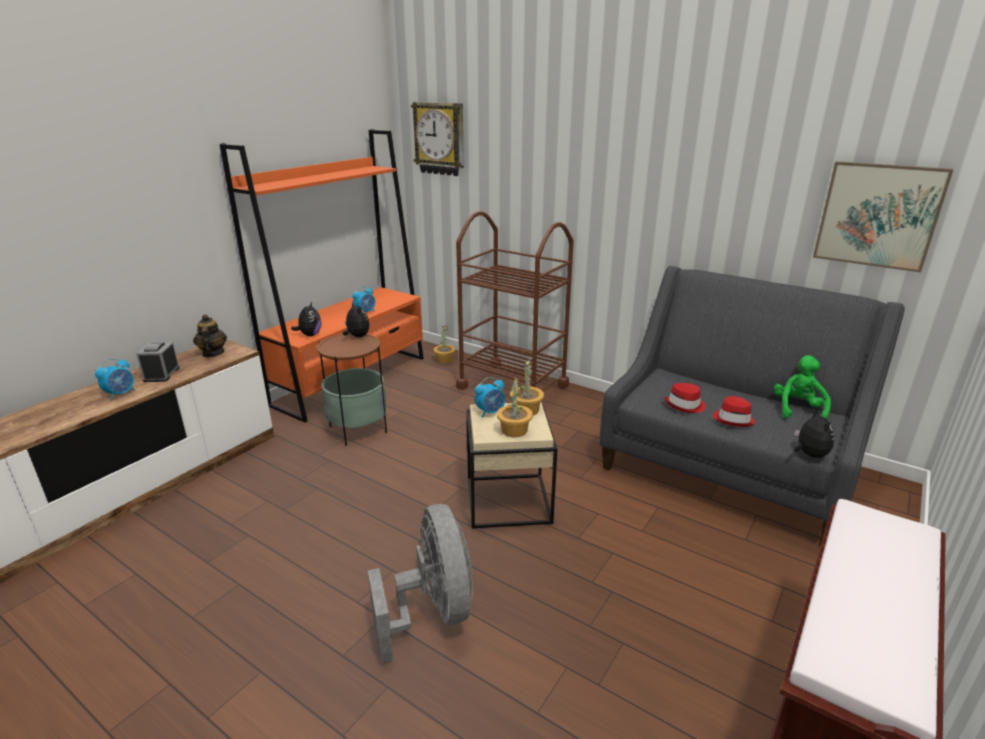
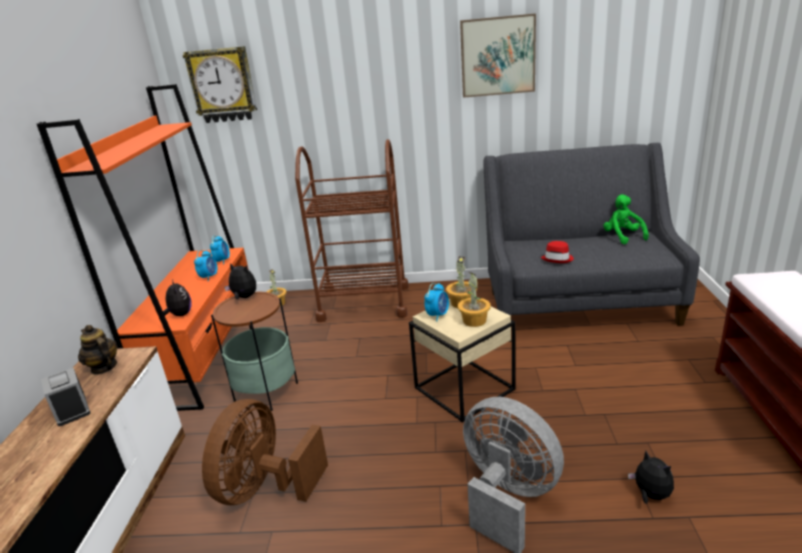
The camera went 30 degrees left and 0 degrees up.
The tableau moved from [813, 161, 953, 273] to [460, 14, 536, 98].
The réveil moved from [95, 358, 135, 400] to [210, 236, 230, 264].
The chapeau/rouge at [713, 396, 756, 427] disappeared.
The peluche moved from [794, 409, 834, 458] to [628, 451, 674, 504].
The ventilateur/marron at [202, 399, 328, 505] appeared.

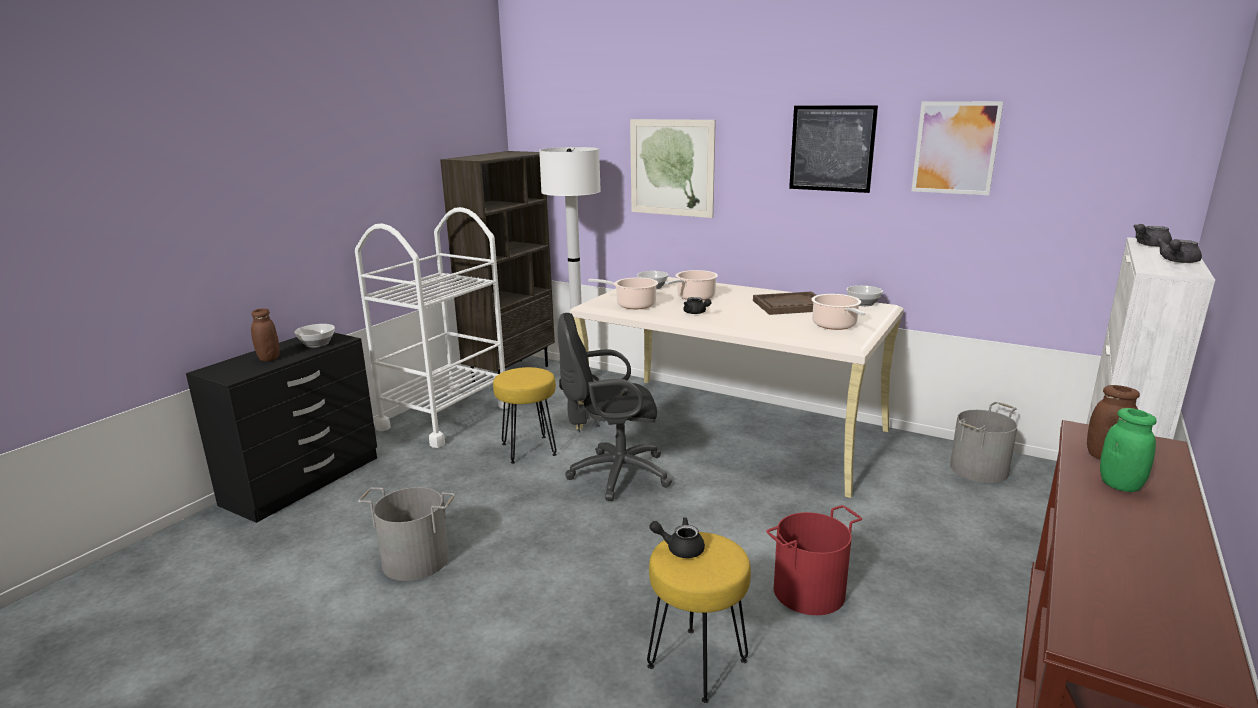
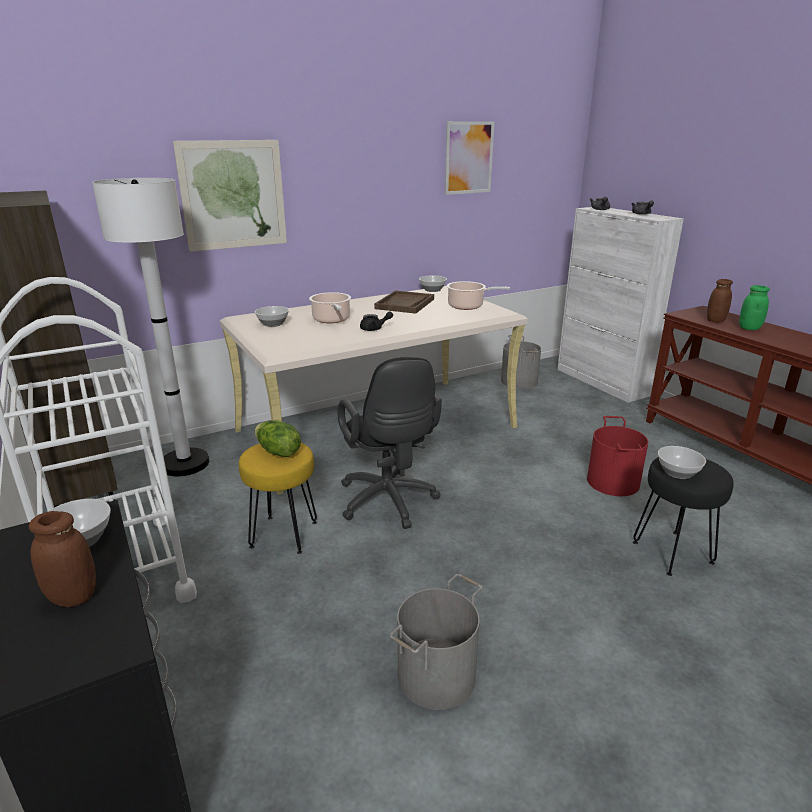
The camera went 60 degrees left and 5 degrees up.
The tableau at [789, 105, 878, 193] disappeared.
The marmite at [588, 278, 658, 309] disappeared.
The chaise de bureau/noir at [557, 313, 672, 501] turned 45 degrees counterclockwise.
The théière/noir at [649, 517, 705, 558] was replaced by the bol at [658, 446, 706, 479].
The tabouret/jaune at [647, 532, 751, 703] became the tabouret/noir at [633, 457, 733, 576].
The laitue at [255, 420, 301, 457] appeared.

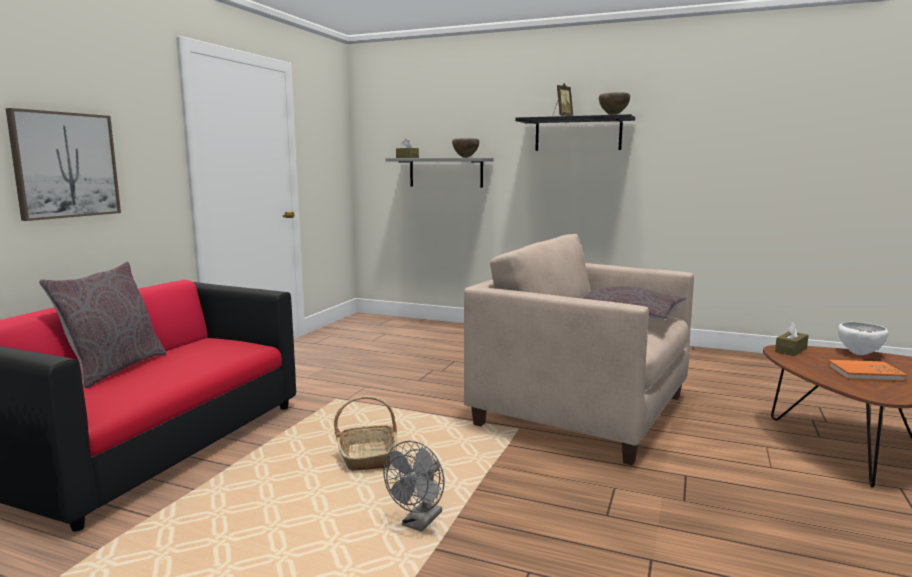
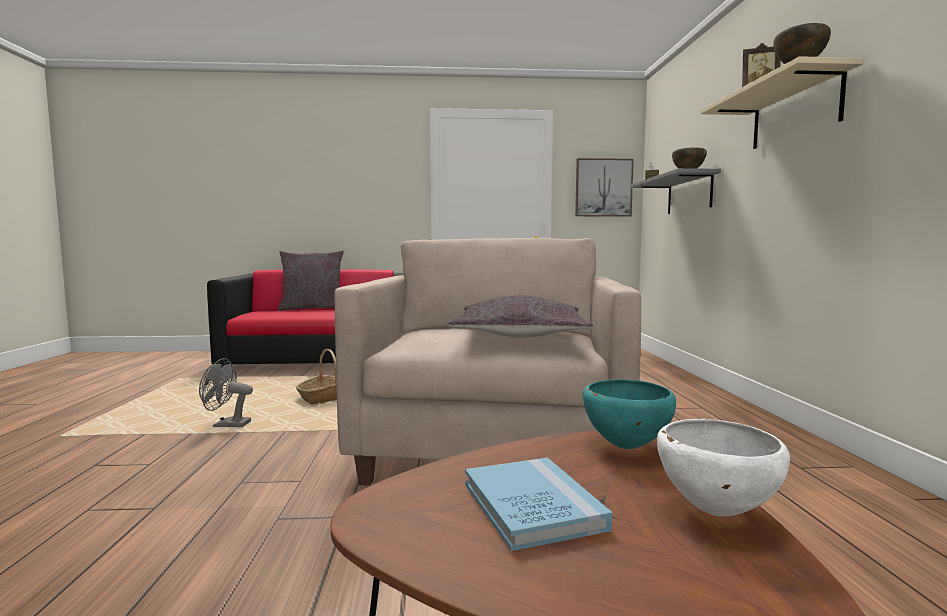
The camera went 65 degrees right and 5 degrees down.
The tableau moved from [5, 108, 121, 221] to [575, 158, 634, 217].
The étagère/noir at [515, 114, 635, 151] became the étagère/beige at [700, 56, 864, 149].
The boîte à mouchoirs/marron at [775, 322, 809, 356] was replaced by the bol/turquoise at [583, 379, 676, 449].
The livre/orange at [828, 360, 907, 382] became the livre/bleu at [465, 458, 612, 551].

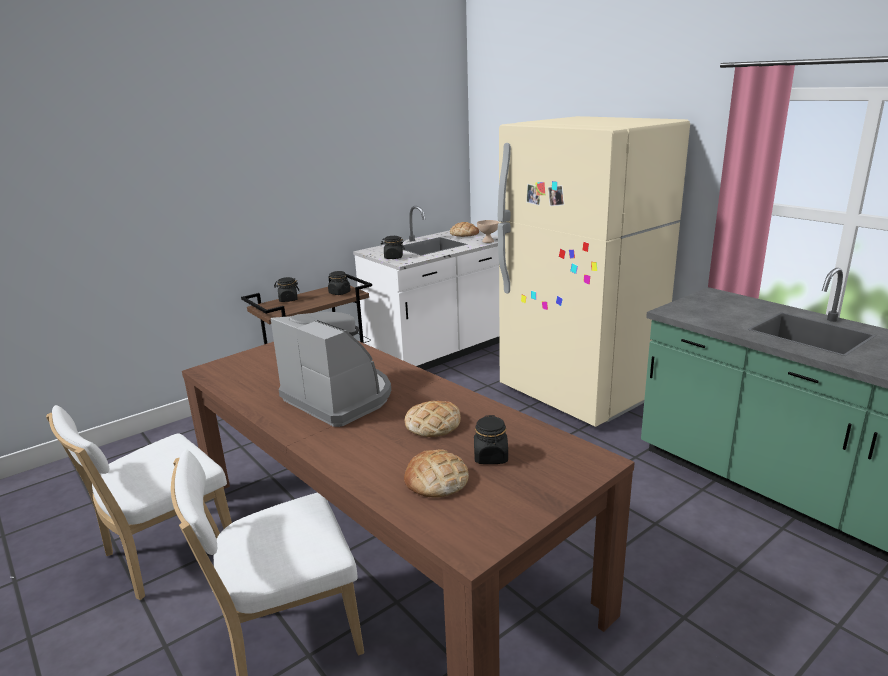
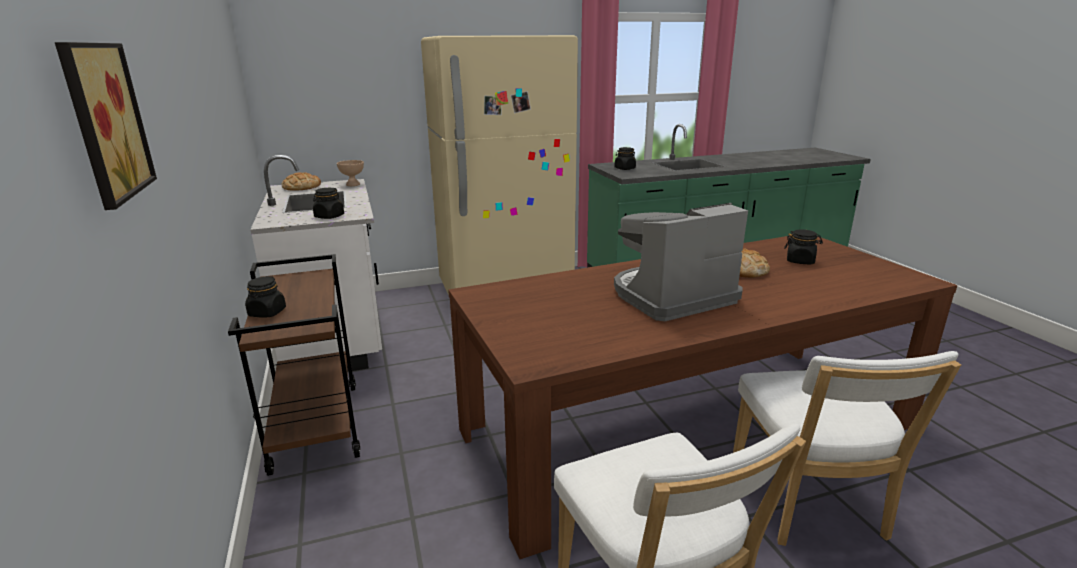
The camera went 70 degrees left and 0 degrees up.
The bocal/noir moved from [328, 271, 351, 295] to [614, 147, 636, 170].
The pain at [404, 449, 469, 498] disappeared.
The tableau at [55, 42, 157, 210] appeared.

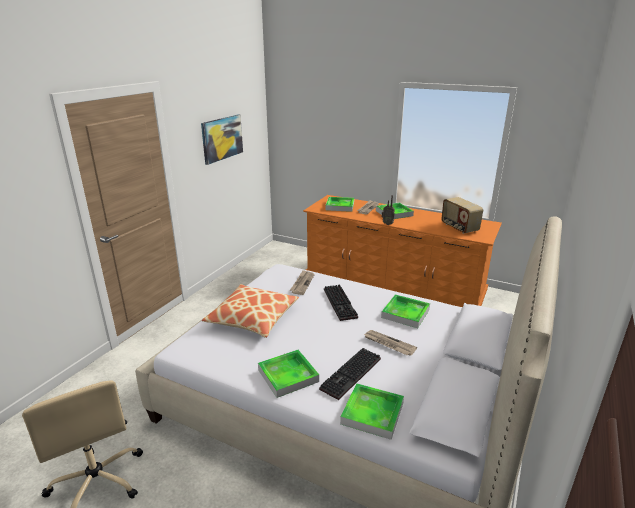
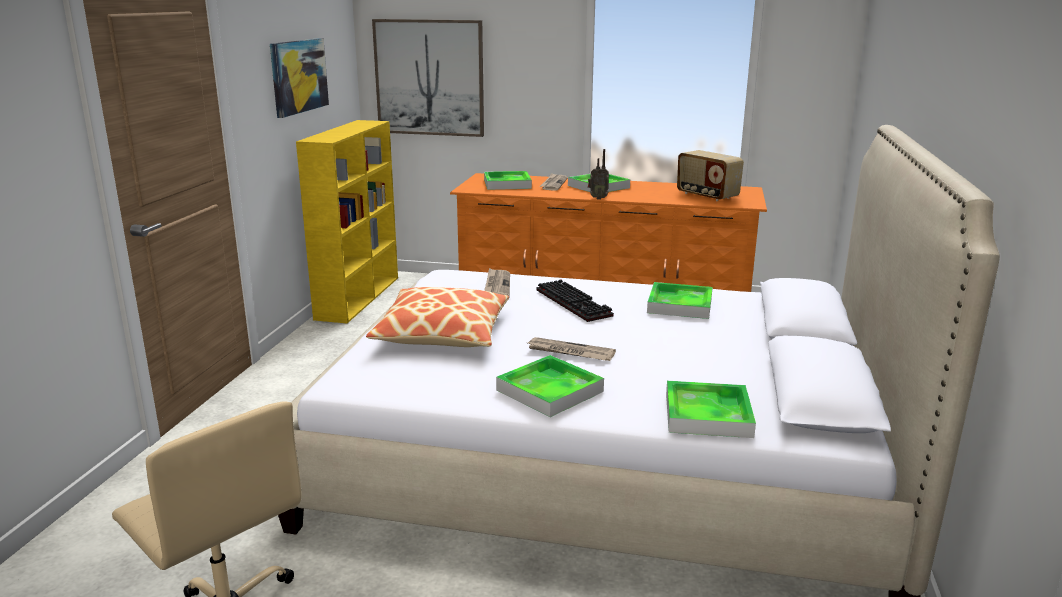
The camera went 15 degrees left and 5 degrees down.
The journal moved from [363, 330, 417, 356] to [528, 337, 616, 361].
The clavier at [319, 348, 381, 400] disappeared.
The tableau at [372, 19, 484, 137] appeared.
The bibliothèque/jaune at [296, 120, 398, 323] appeared.

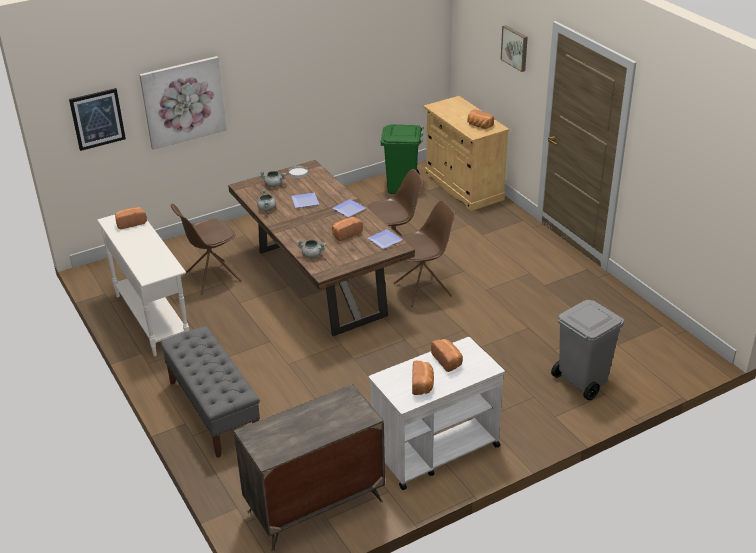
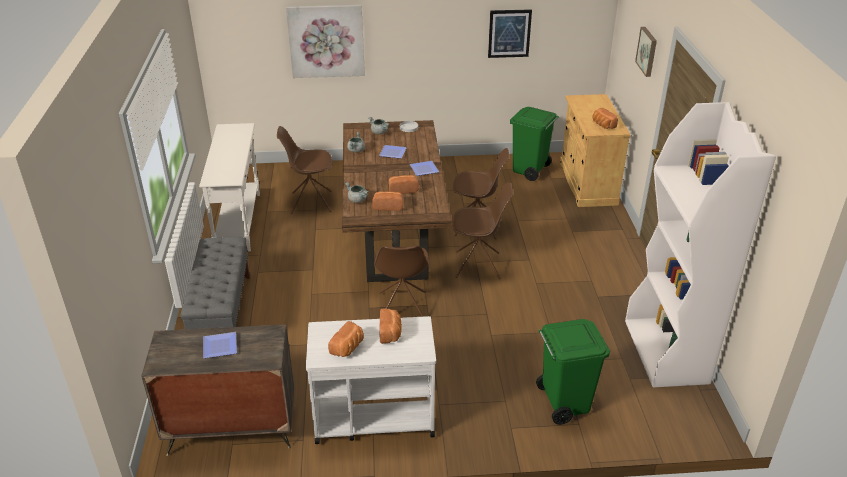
The camera went 25 degrees right and 0 degrees up.
The tableau moved from [69, 88, 126, 151] to [488, 9, 532, 58].
The pain moved from [115, 207, 147, 229] to [372, 191, 403, 211].
The assiette moved from [368, 229, 403, 249] to [203, 332, 237, 358].
The poubelle/gris at [551, 300, 624, 400] became the poubelle/vert at [536, 319, 610, 425].
The bibliothèque/blanc at [625, 102, 776, 387] appeared.
The chaise/marron at [374, 246, 429, 317] appeared.

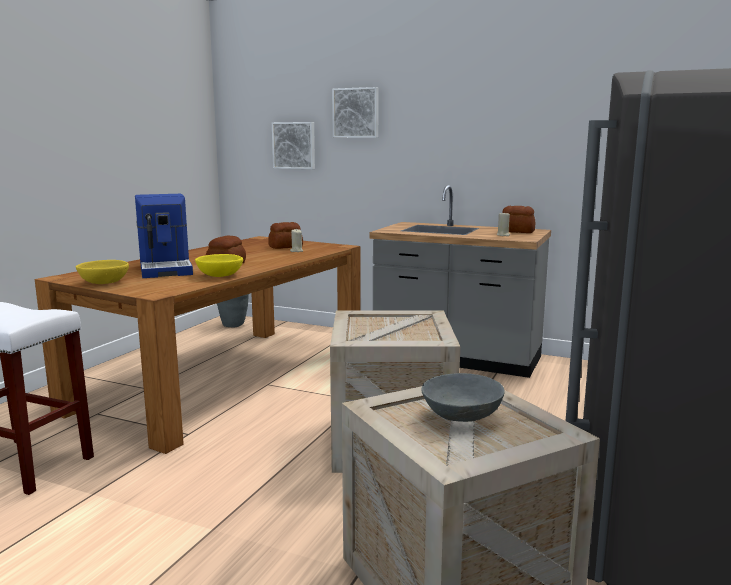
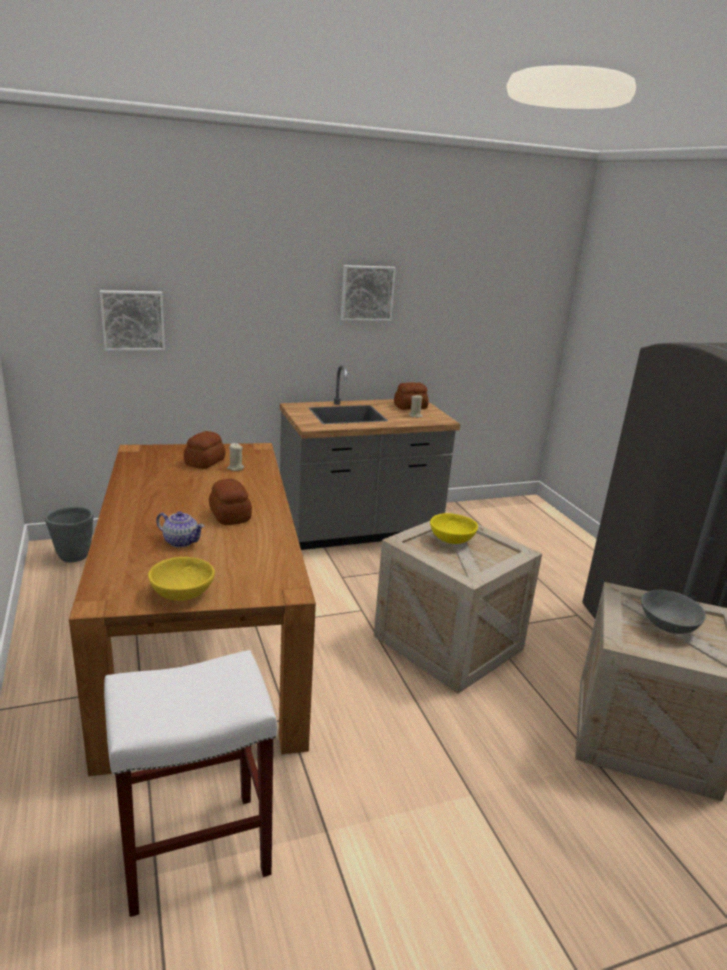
The camera went 45 degrees left and 10 degrees up.
The tableau moved from [332, 87, 379, 138] to [341, 265, 396, 321].
The machine à café at [135, 194, 193, 278] was replaced by the théière at [156, 511, 204, 548].
The bol/jaune moved from [195, 254, 243, 277] to [430, 513, 478, 544].

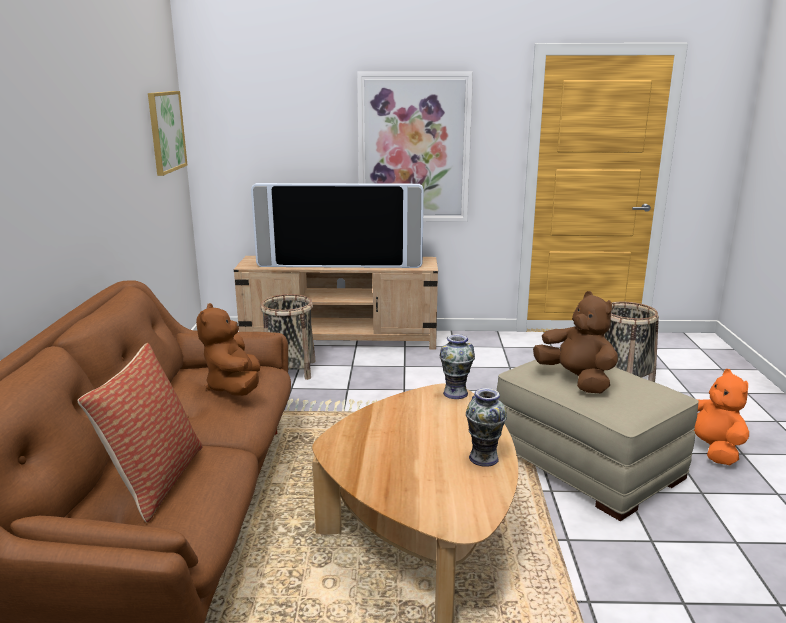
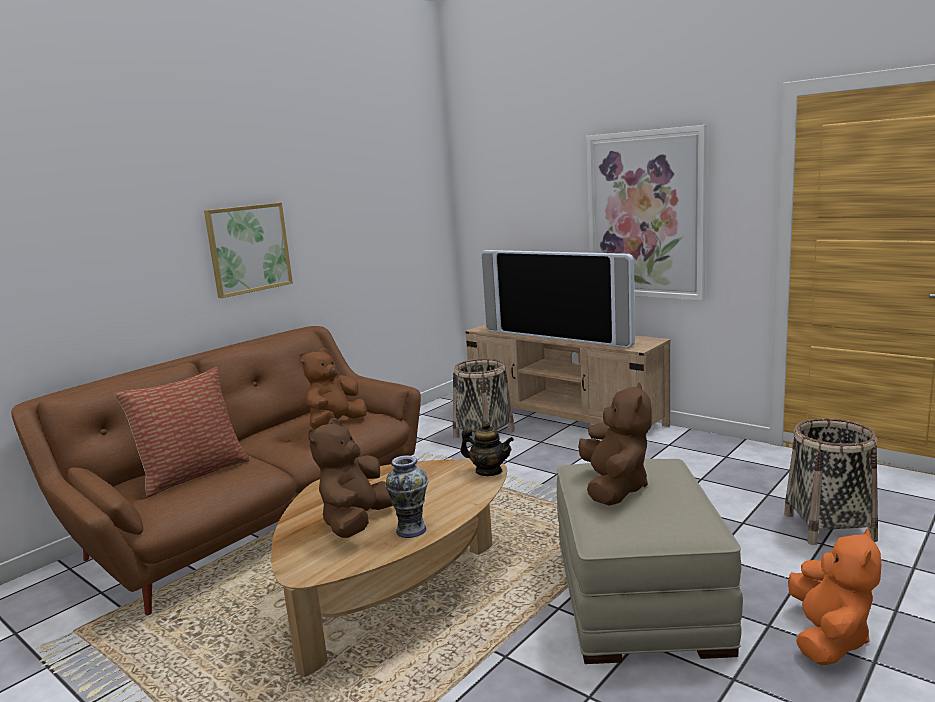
The camera went 40 degrees right and 5 degrees down.
The tableau moved from [148, 91, 187, 176] to [204, 203, 293, 298].
The vase at [440, 334, 475, 399] was replaced by the théière at [461, 421, 514, 476].
The peluche/marron at [308, 418, 393, 538] appeared.

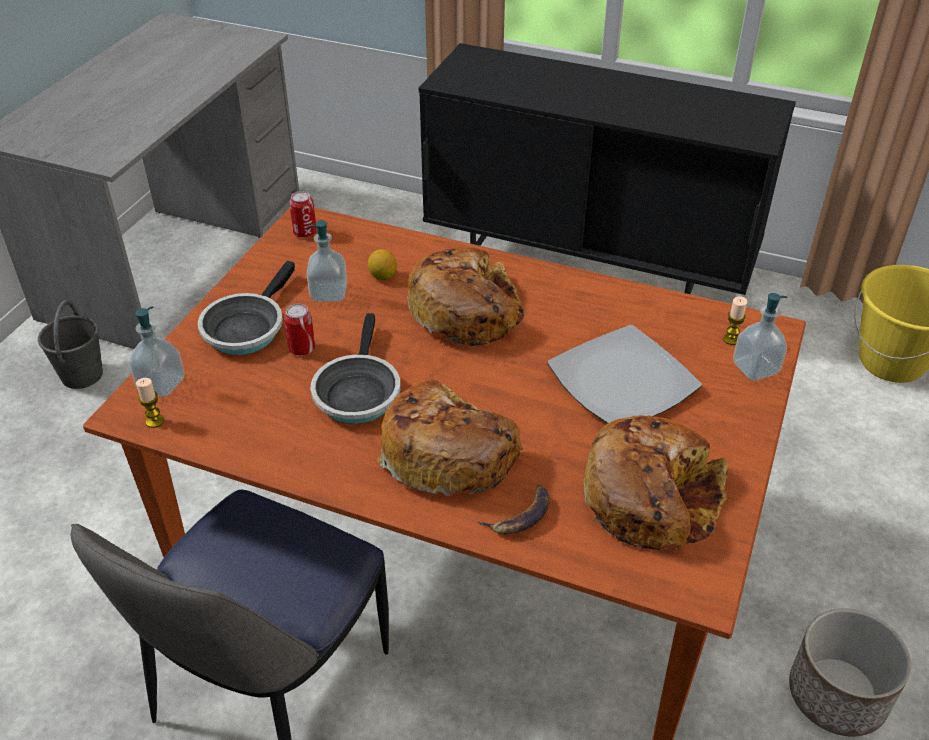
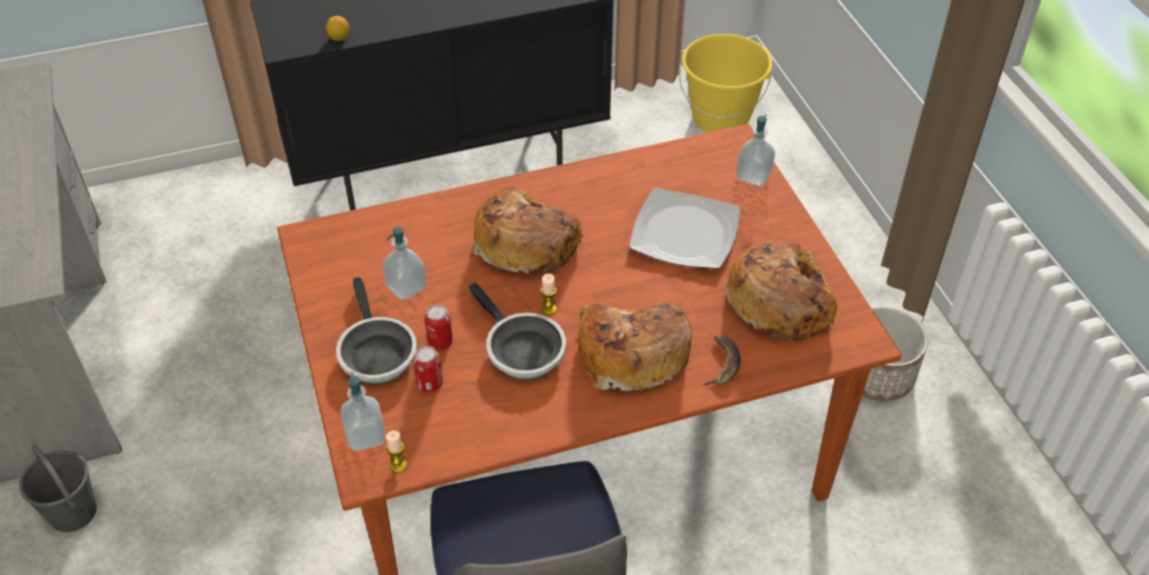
The camera went 40 degrees left and 5 degrees up.
The boîte métallique moved from [289, 191, 317, 238] to [413, 346, 443, 392].
The citron moved from [368, 249, 397, 280] to [326, 16, 349, 41].
The bougie moved from [723, 296, 748, 345] to [541, 274, 557, 315].

